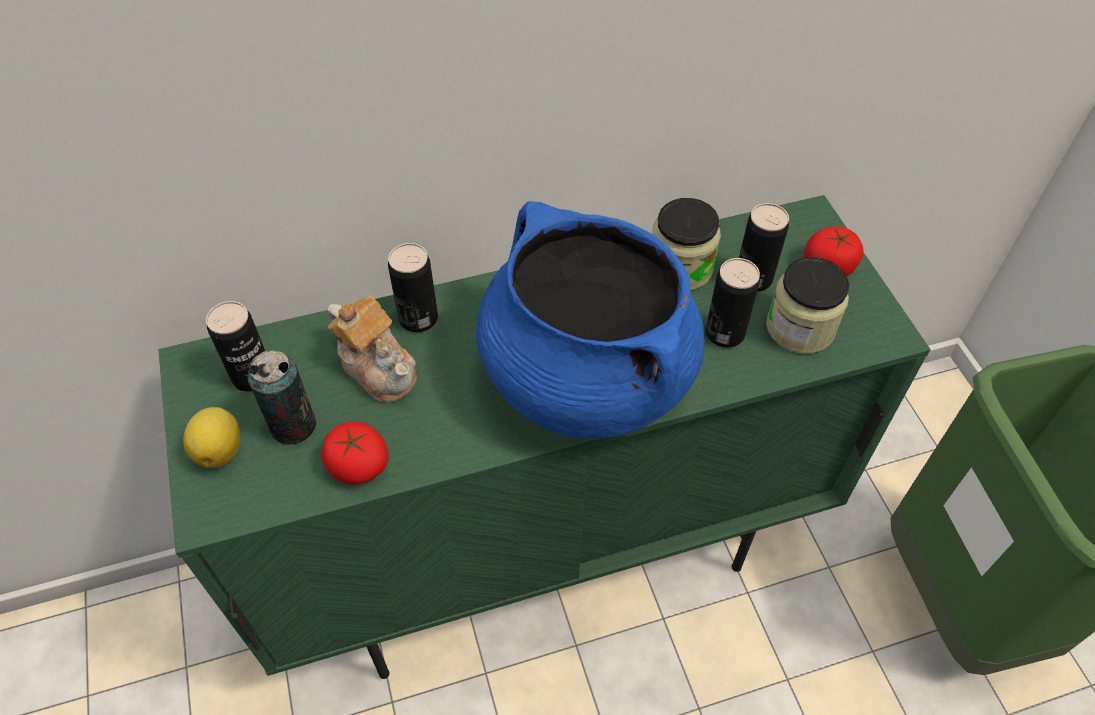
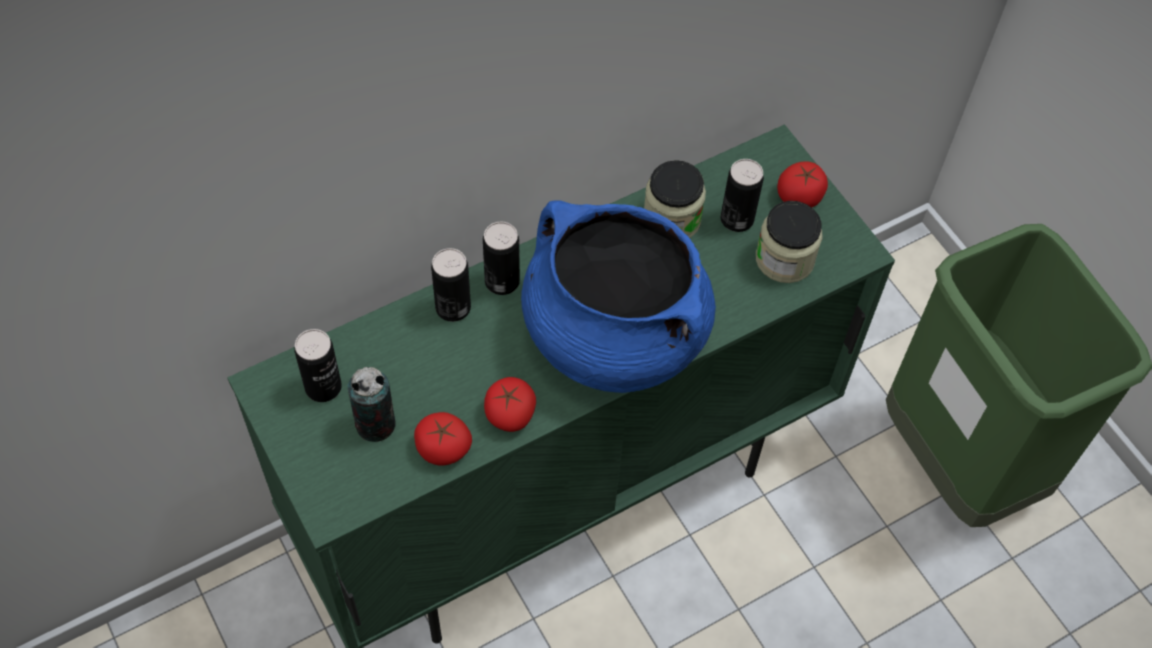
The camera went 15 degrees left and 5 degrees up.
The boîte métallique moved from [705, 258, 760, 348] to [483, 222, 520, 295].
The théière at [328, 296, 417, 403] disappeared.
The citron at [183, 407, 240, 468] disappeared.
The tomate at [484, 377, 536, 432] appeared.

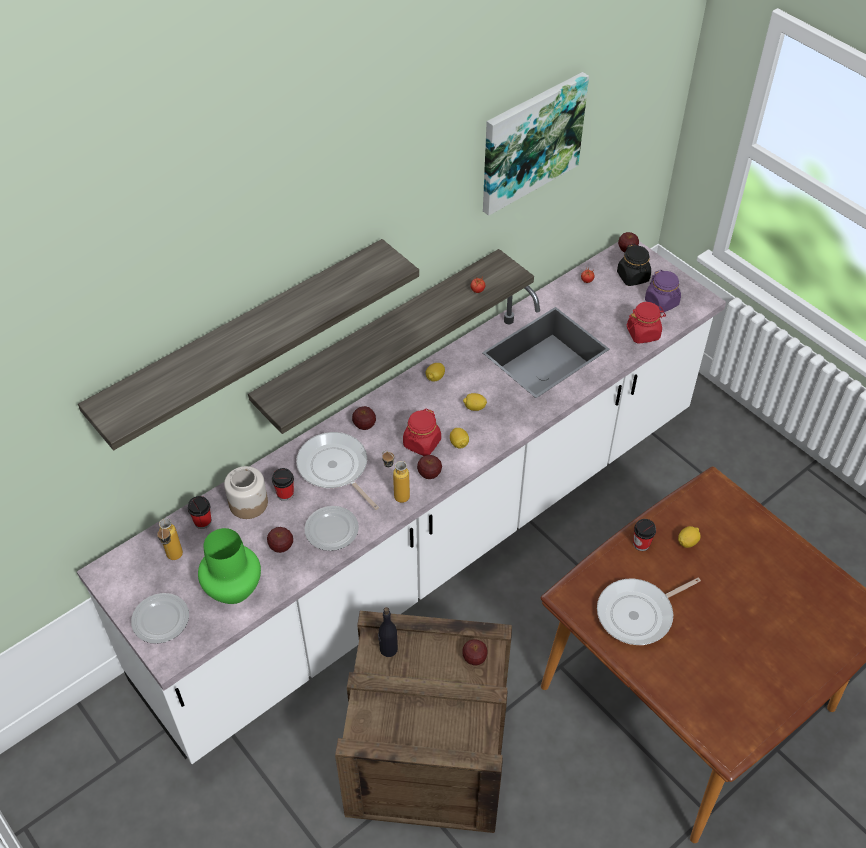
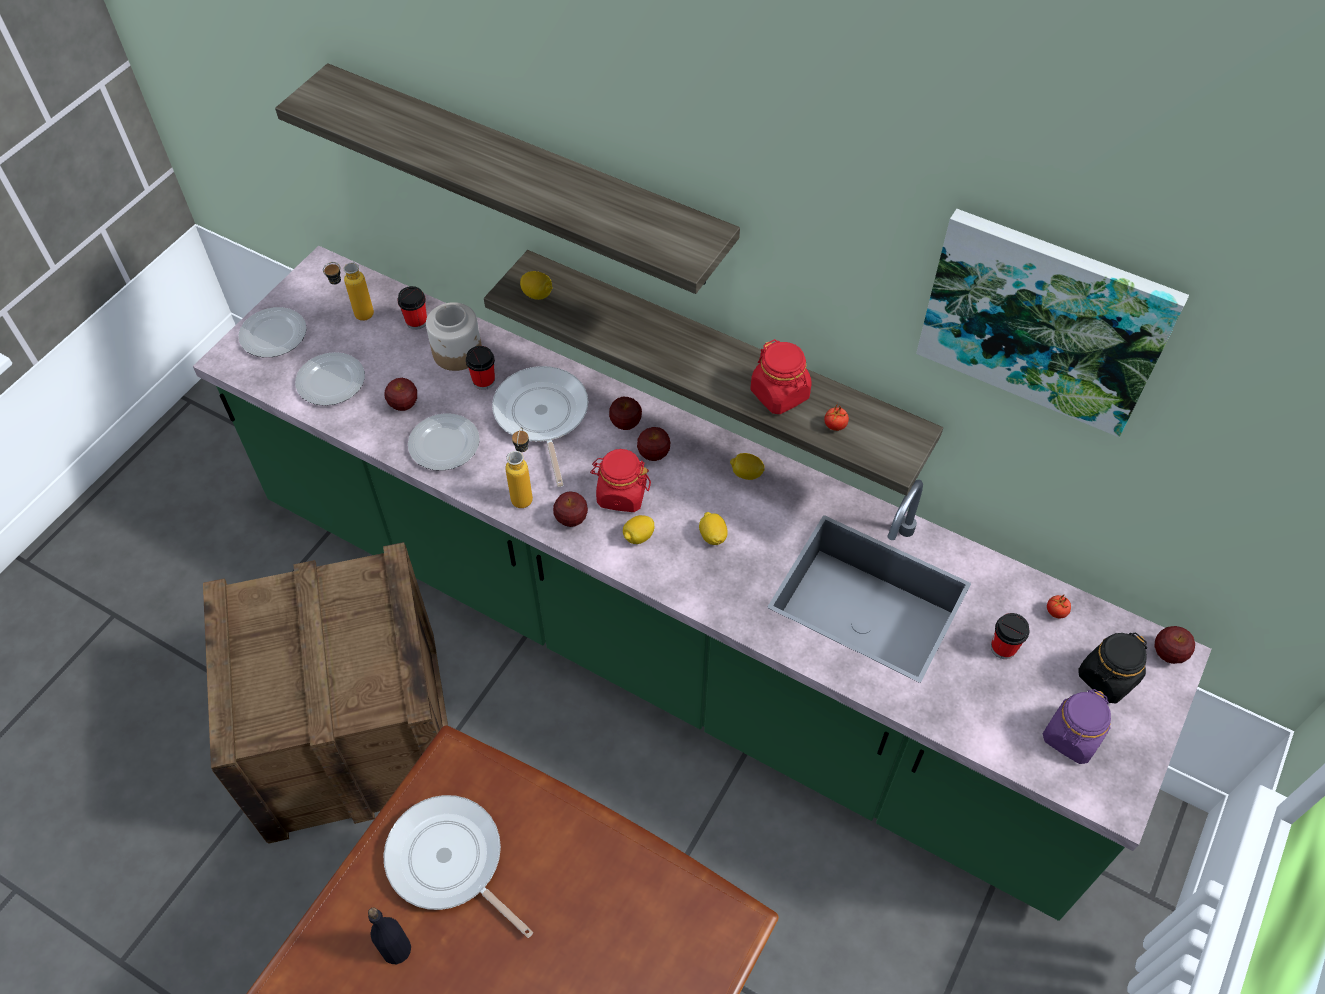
The camera went 70 degrees right and 5 degrees up.
The comptoir de cuisine/blanc at [77, 241, 726, 764] became the comptoir de cuisine/vert at [193, 246, 1212, 921].
The bocal/rouge moved from [627, 302, 666, 344] to [750, 339, 812, 414].
The poêle at [296, 432, 379, 510] turned 45 degrees counterclockwise.
The tasse moved from [633, 519, 656, 551] to [991, 613, 1029, 659].
The citron moved from [678, 526, 701, 548] to [520, 271, 552, 300].
The vase/vert at [198, 528, 261, 604] was replaced by the assiette at [295, 352, 365, 406].
The bouteille/noir moved from [378, 607, 398, 657] to [368, 907, 411, 964].
The pomme moved from [463, 639, 487, 665] to [637, 427, 670, 461].

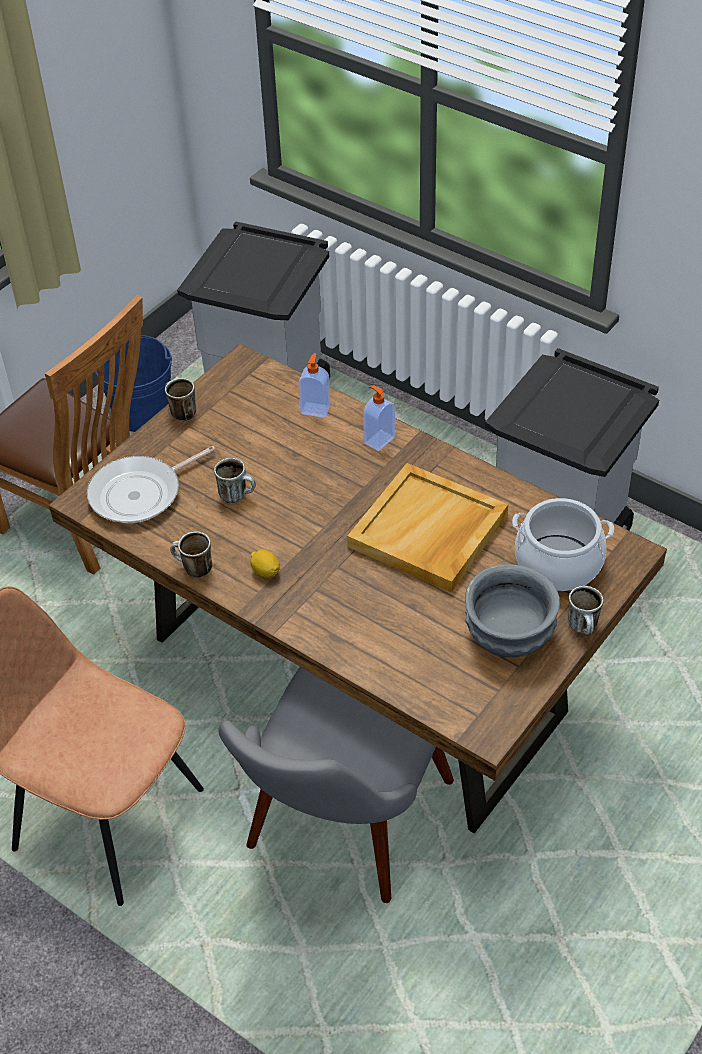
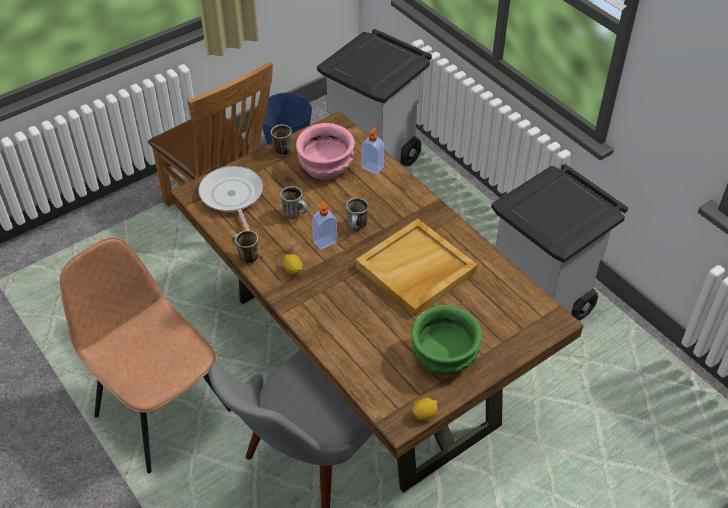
The camera went 15 degrees right and 0 degrees up.
The distributeur de savon moved from [363, 385, 395, 451] to [312, 201, 337, 250].
The poêle at [87, 446, 216, 523] turned 90 degrees clockwise.
The marmite at [512, 498, 614, 591] disappeared.
The bol/gris at [465, 564, 560, 658] became the bol/vert at [412, 305, 482, 375].
The mug moved from [568, 586, 603, 635] to [346, 198, 369, 230].
The bol/rose at [296, 123, 355, 180] appeared.
The citron at [413, 398, 437, 421] appeared.

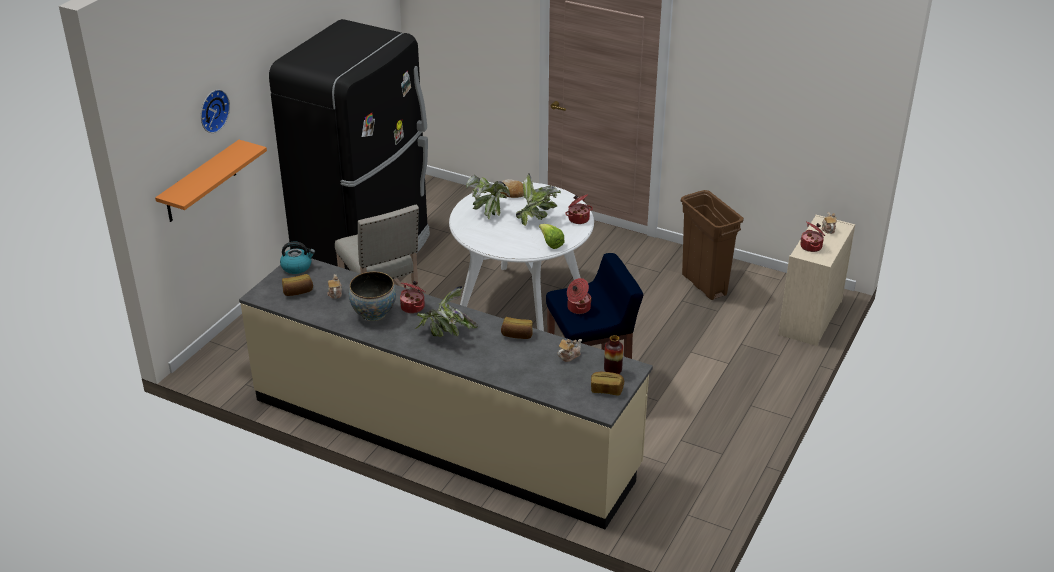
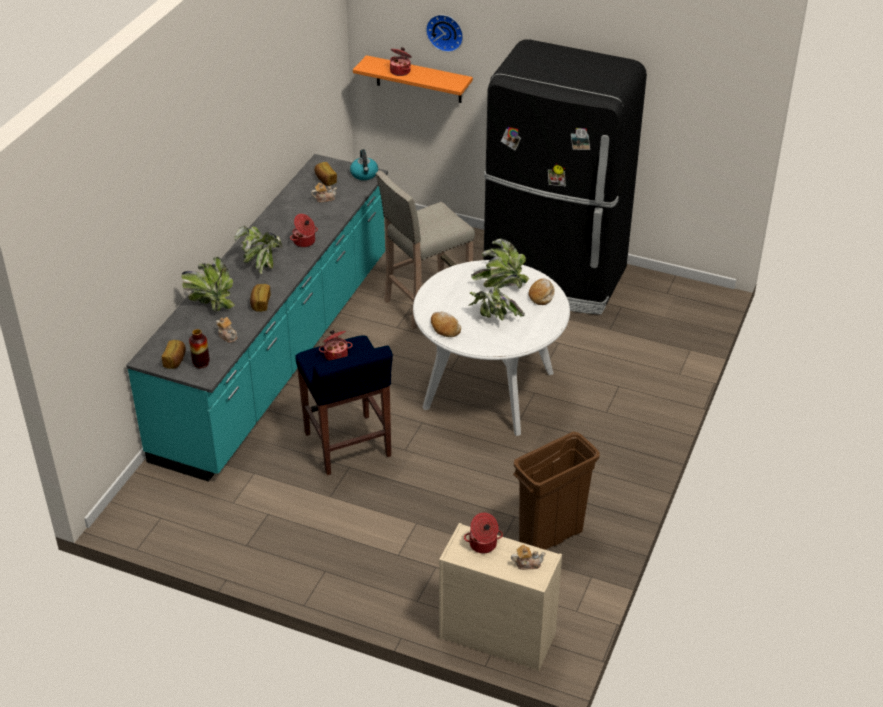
The camera went 85 degrees right and 5 degrees up.
The marmite moved from [565, 194, 593, 224] to [390, 47, 412, 76].
The laitue at [539, 224, 565, 249] was replaced by the pain at [431, 312, 461, 337].
The comptoir de cuisine/beige at [239, 258, 653, 529] became the comptoir de cuisine/turquoise at [126, 154, 388, 482].
The bol at [349, 272, 396, 321] disappeared.
The plante en pot at [181, 257, 235, 311] appeared.

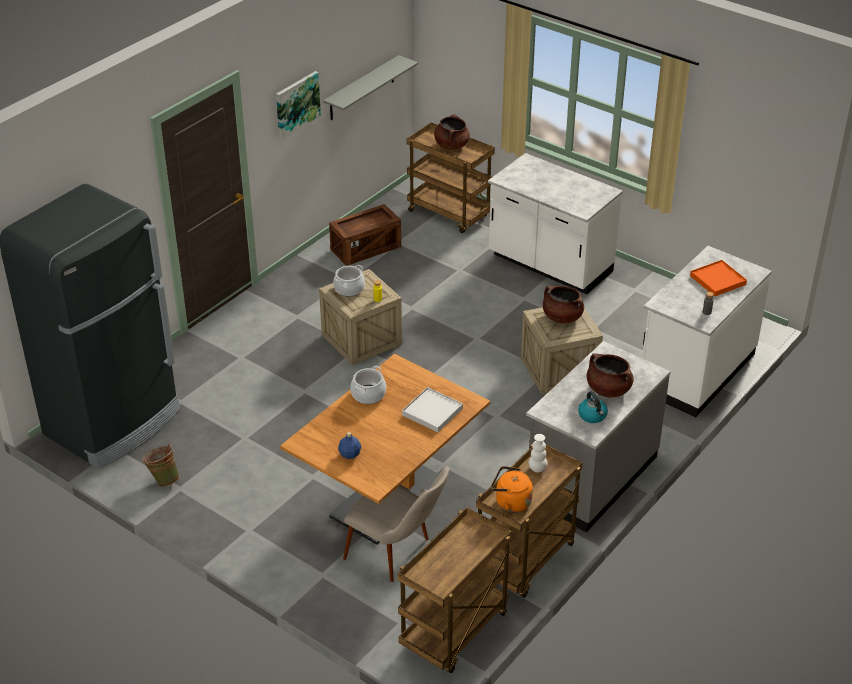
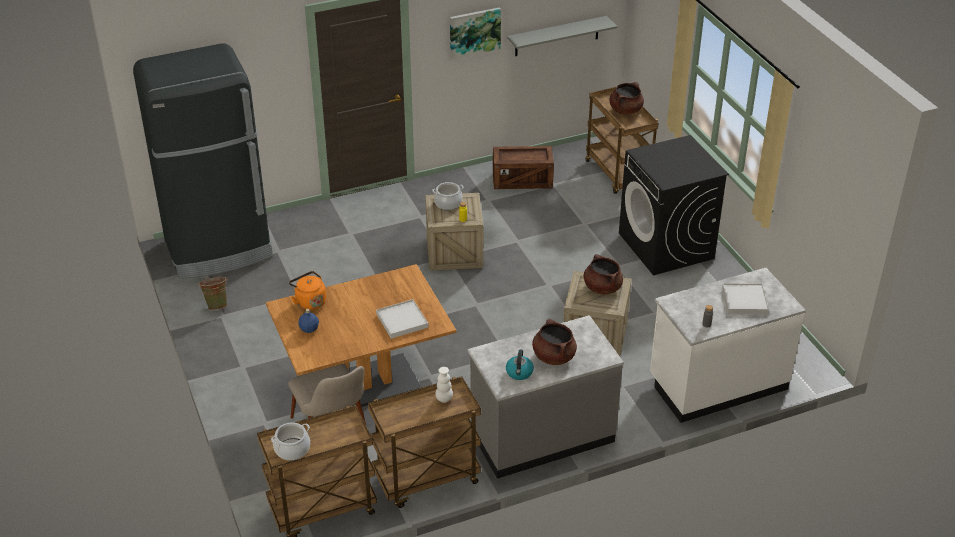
The camera went 30 degrees right and 0 degrees up.
The comptoir de cuisine/blanc at [488, 153, 623, 294] was replaced by the lave-linge/noir at [619, 135, 729, 275].
The plateau/orange at [690, 260, 747, 296] became the plateau/blanc at [722, 283, 769, 314].
The marmite moved from [350, 366, 386, 404] to [271, 422, 310, 460].
The bouilloire/orange moved from [491, 466, 533, 512] to [289, 271, 326, 310].

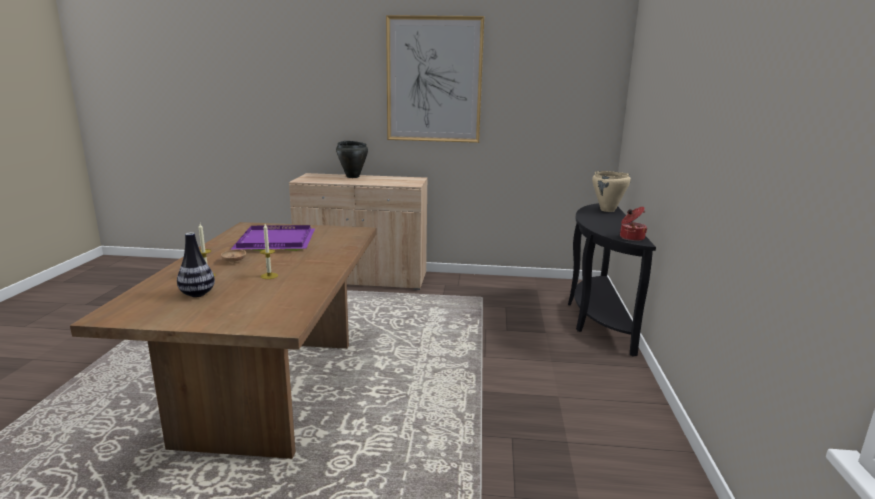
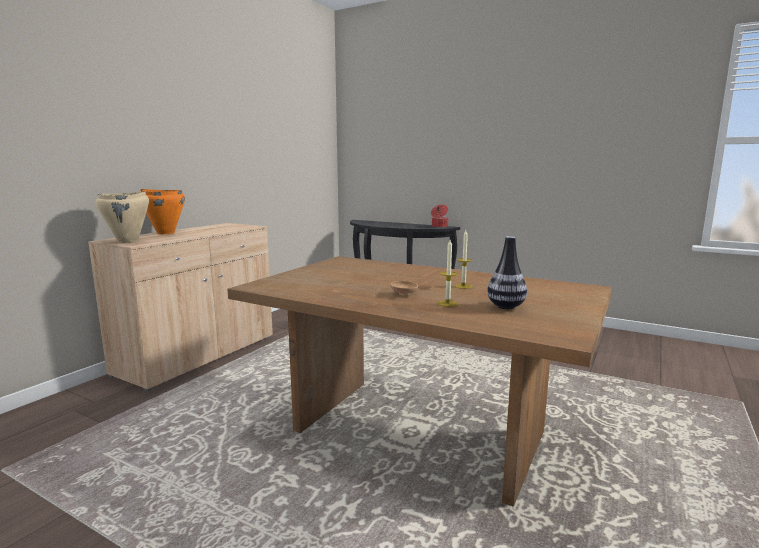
The camera went 65 degrees left and 5 degrees down.
The tableau at [386, 15, 484, 143] disappeared.
The marmite/noir at [336, 141, 368, 178] became the marmite/orange at [140, 189, 185, 234].
The marmite/beige moved from [592, 171, 631, 212] to [96, 191, 149, 243].
The plateau/violet at [231, 225, 315, 251] disappeared.

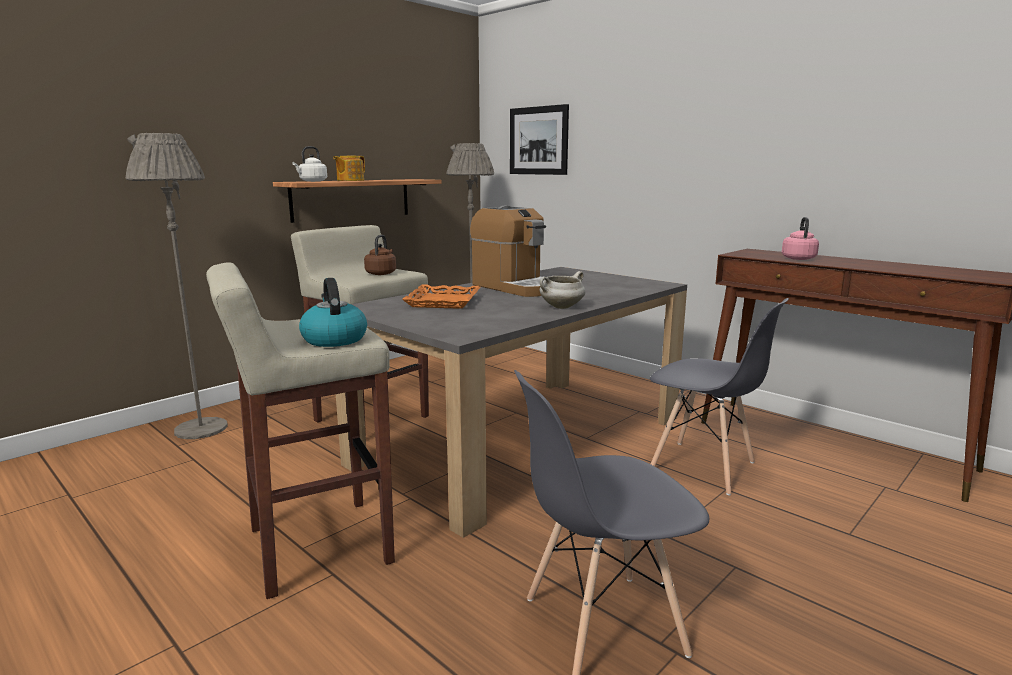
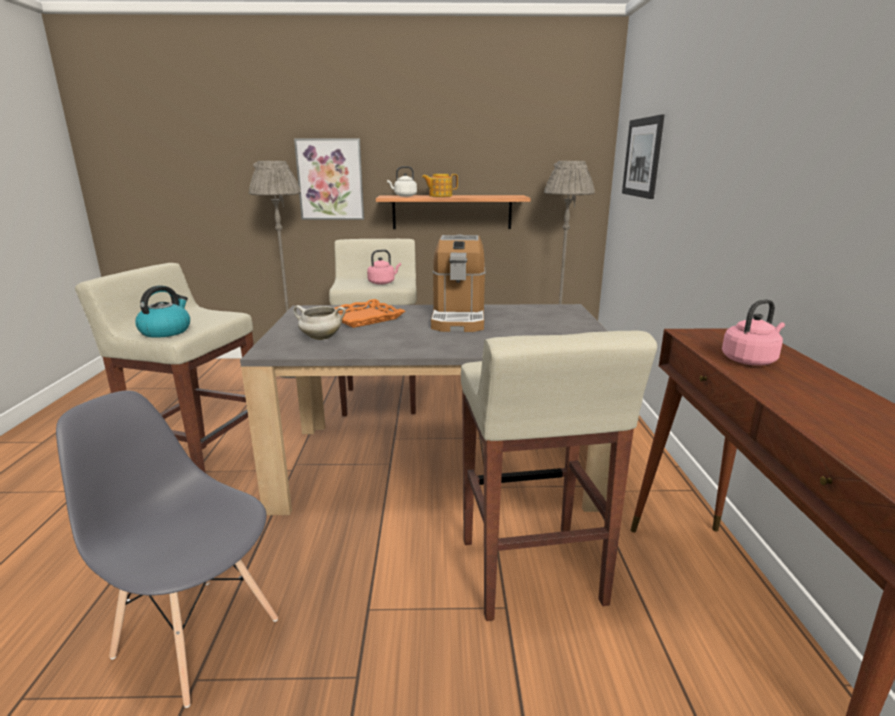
The camera went 45 degrees right and 5 degrees up.
The bouilloire/marron at [364, 235, 396, 275] became the bouilloire/rose at [367, 250, 401, 285].
The marmite/blanc moved from [540, 271, 586, 309] to [293, 305, 346, 340].
The chaise/gris at [650, 298, 789, 495] was replaced by the tabouret/beige at [461, 330, 657, 621].
The tableau at [294, 139, 364, 220] appeared.

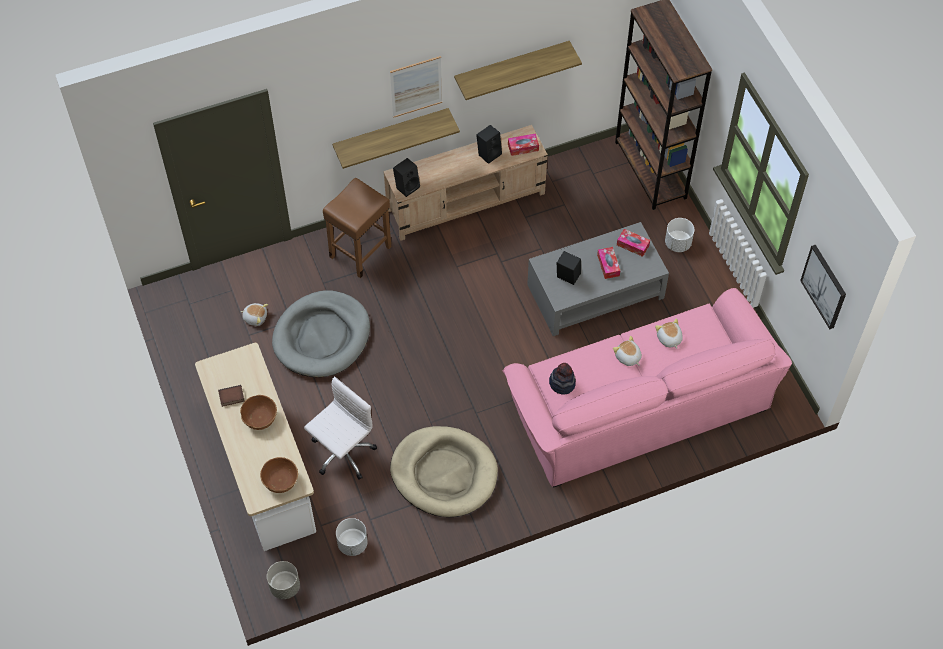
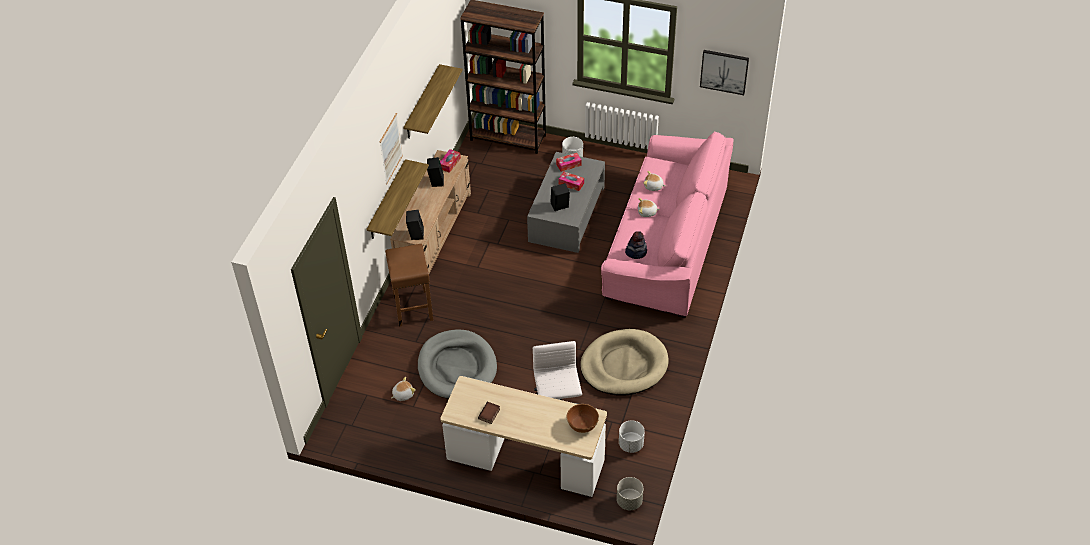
The camera went 50 degrees left and 10 degrees down.
The bol/marron at [240, 395, 277, 430] disappeared.

